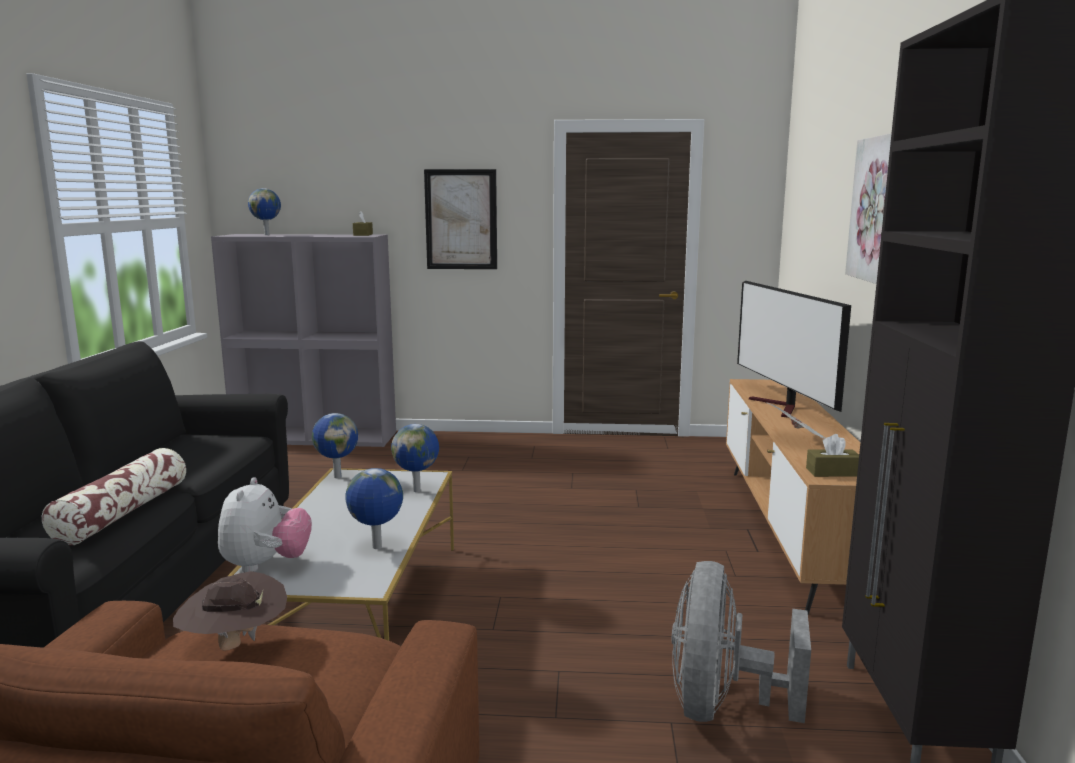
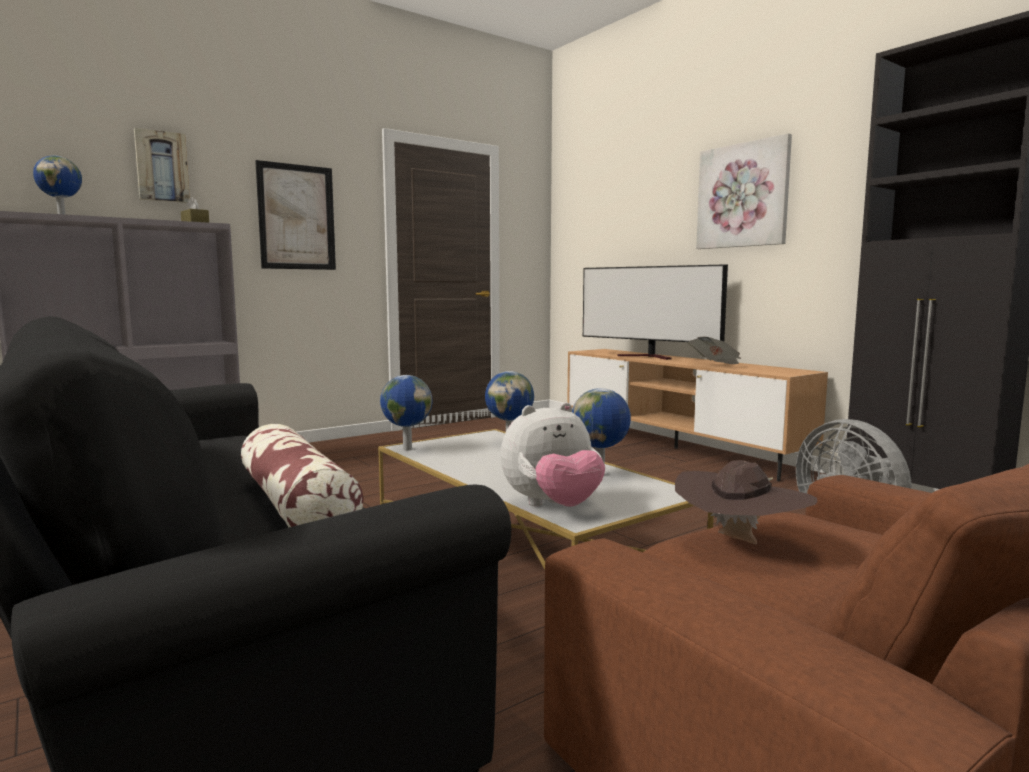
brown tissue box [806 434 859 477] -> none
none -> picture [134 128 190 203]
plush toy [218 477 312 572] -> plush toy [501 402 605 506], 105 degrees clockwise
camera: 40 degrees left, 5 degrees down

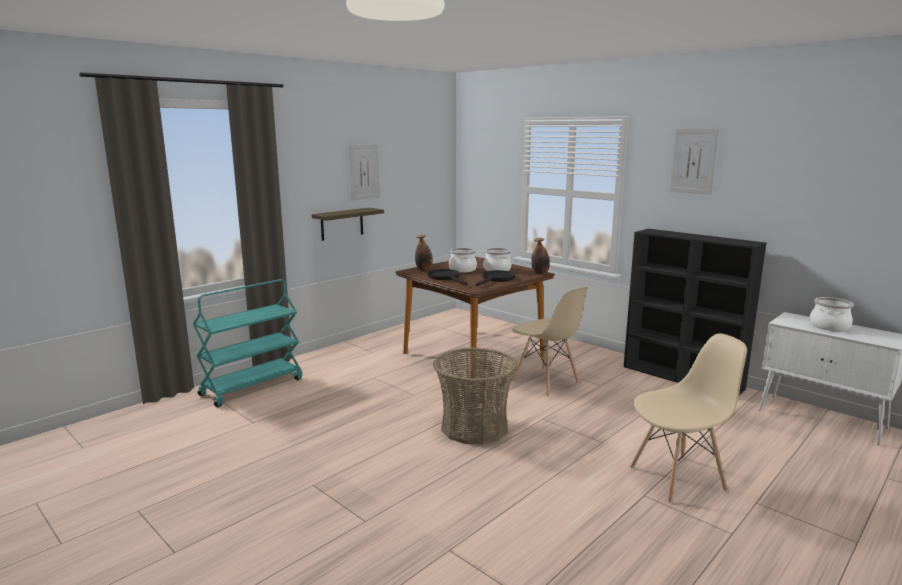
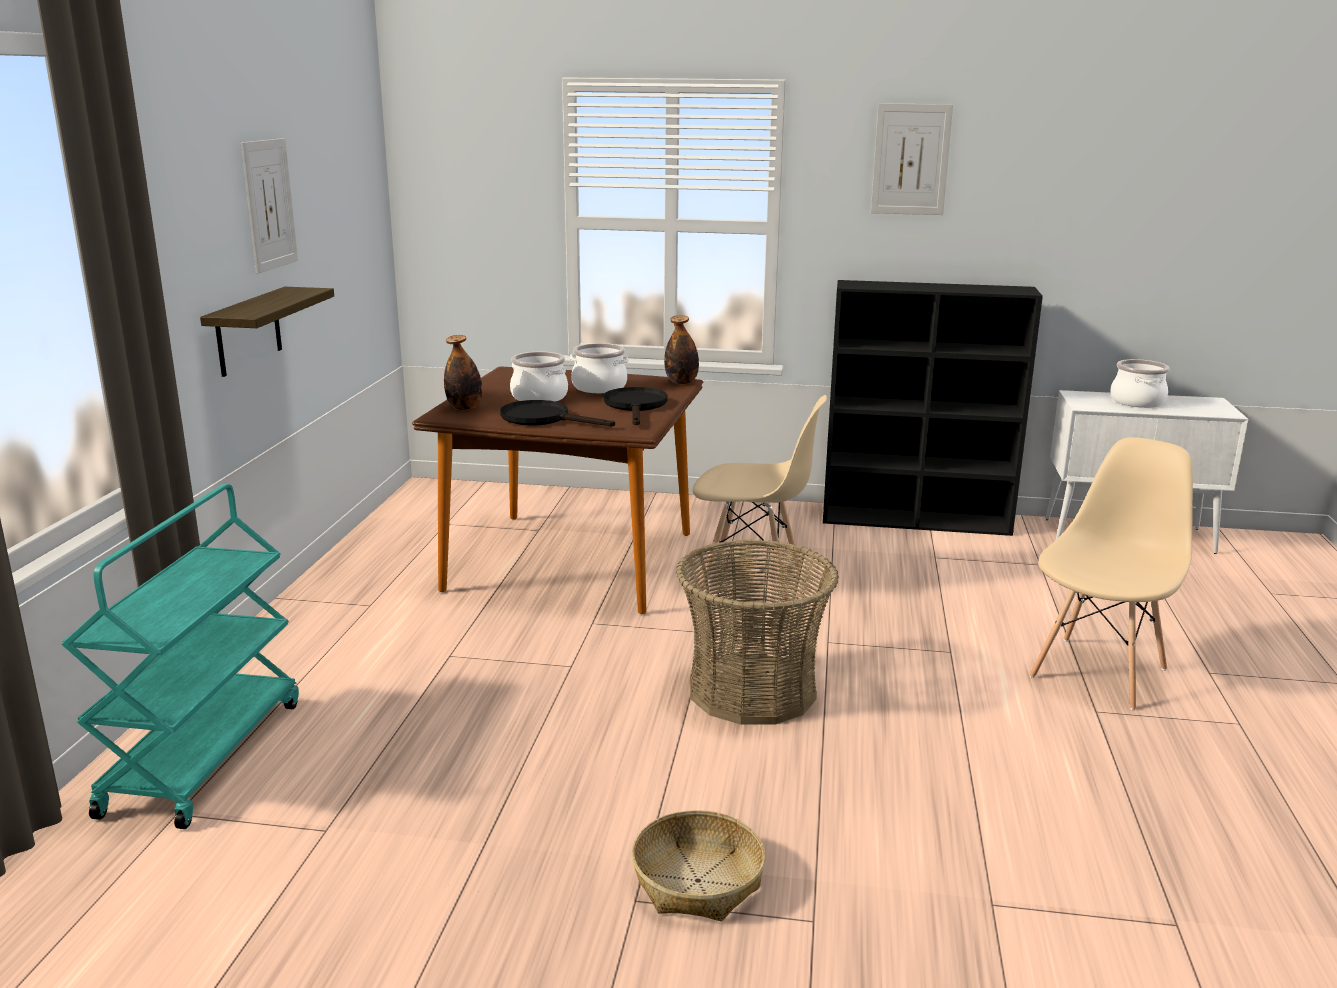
none -> basket [632 810 766 921]
camera: 35 degrees left, 5 degrees up

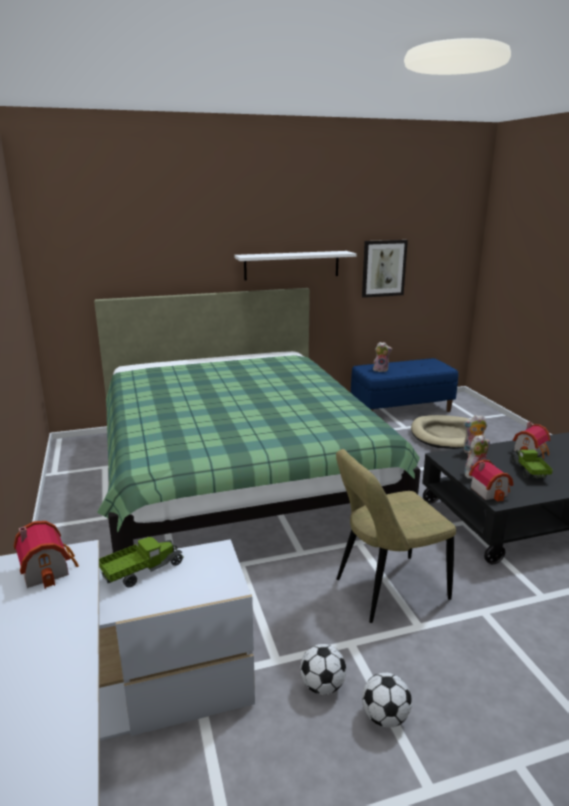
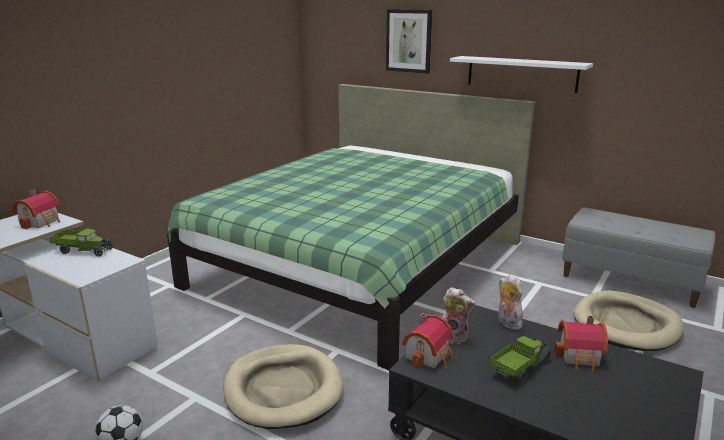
football [300 644 346 695] -> none
plush toy [373 342 392 372] -> none
picture [362 240 408 298] -> picture [386 9 432 74], shifted
beige chair [336 449 456 623] -> beige dog bed [223 344 343 429]
blue bench [351 358 458 412] -> grey bench [562 207 715 308]
camera: 50 degrees right, 0 degrees up

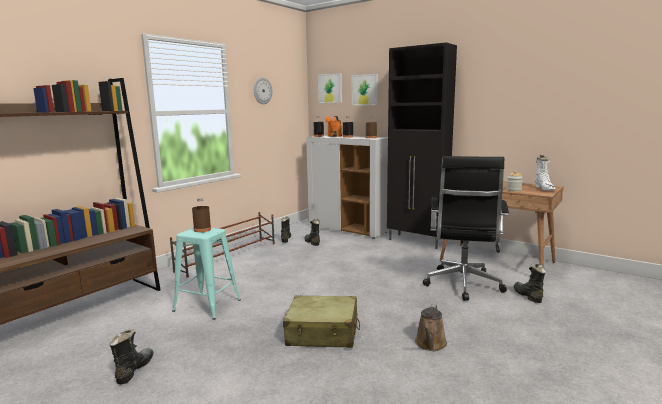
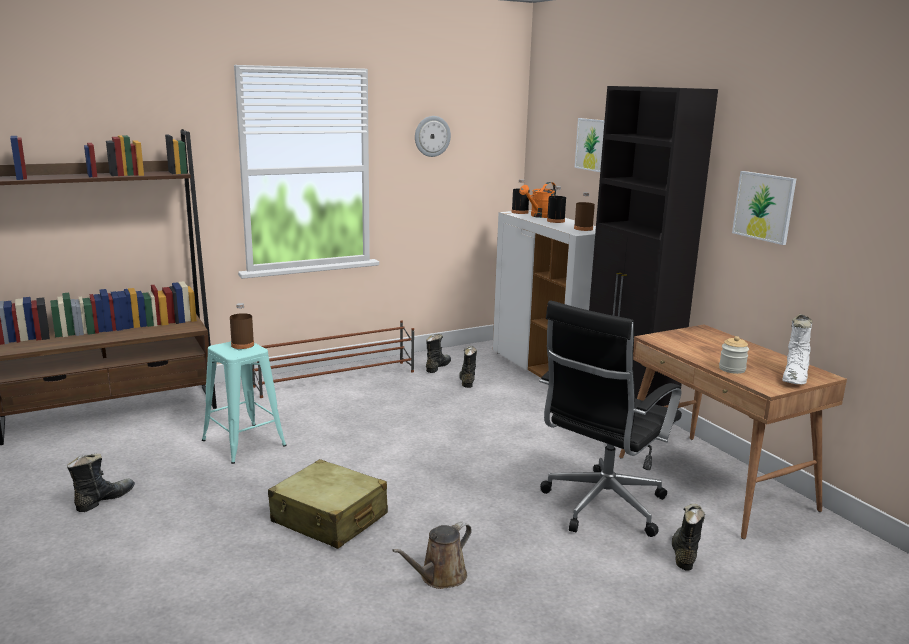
picture [318 73 342 103] -> picture [732 171 796 245], shifted
camera: 25 degrees right, 5 degrees up

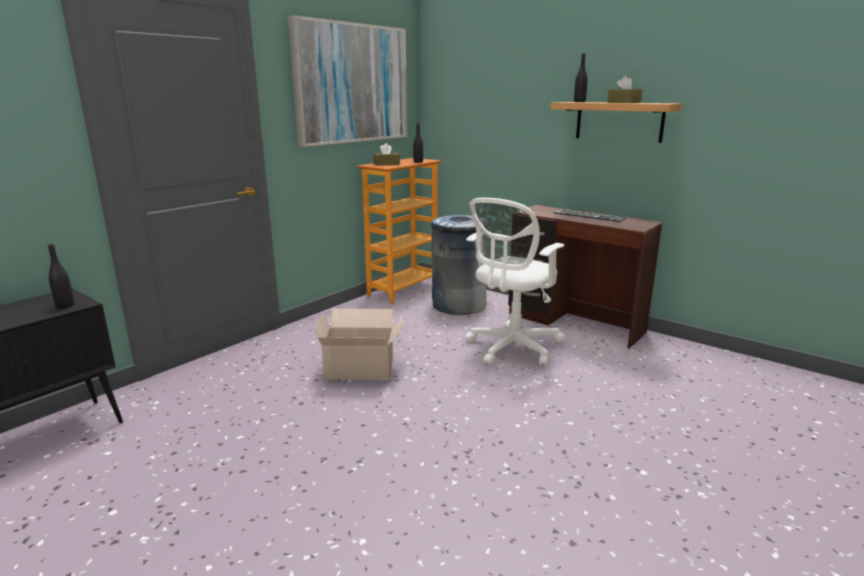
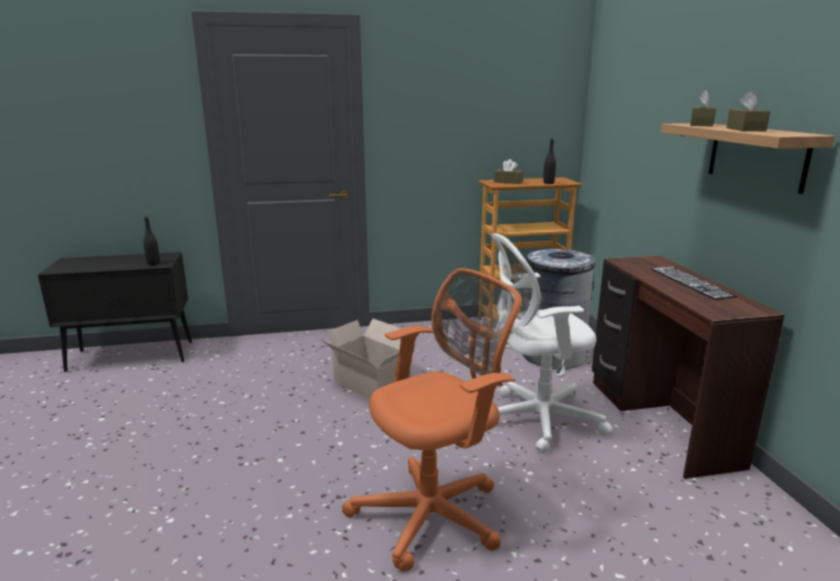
picture [288 15 407 147] -> none
none -> orange office chair [342 268 522 572]
black bottle [574 53 588 102] -> brown tissue box [690 90 716 127]
camera: 40 degrees right, 0 degrees up

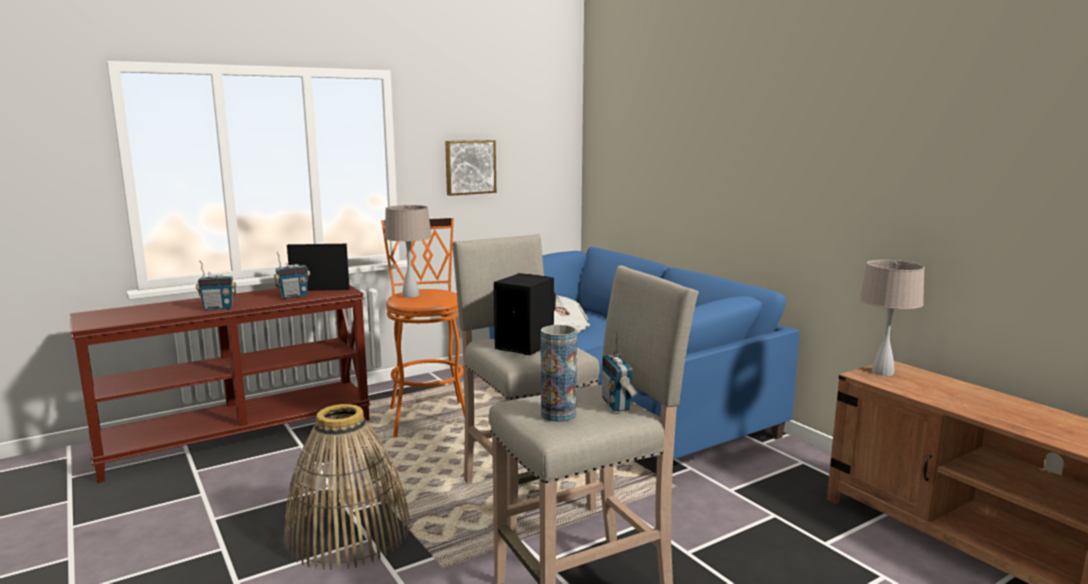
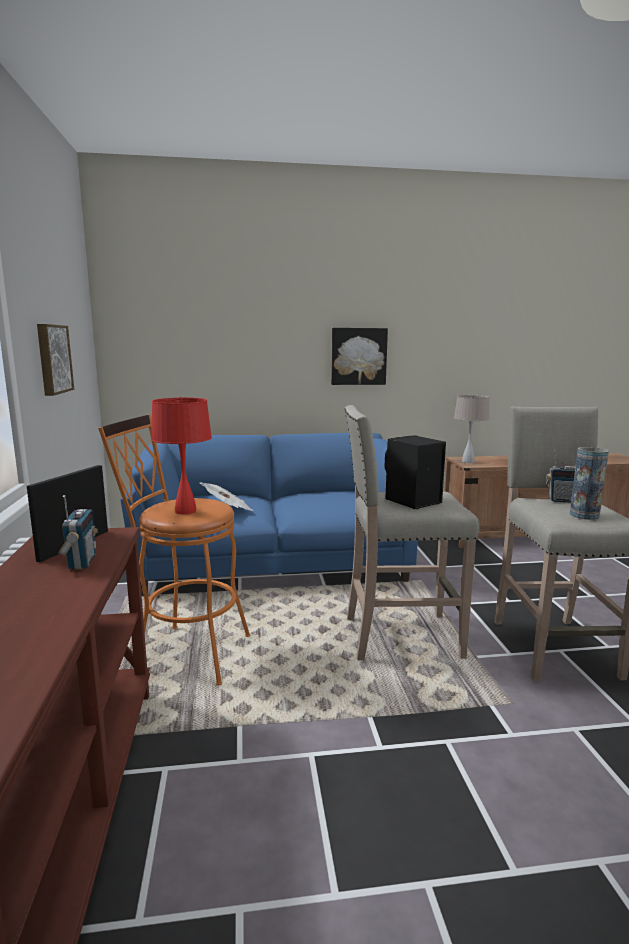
radio [196 260 236 310] -> none
basket [284 404 410 570] -> none
none -> picture [331 328 388 385]
beige table lamp [385 205 432 298] -> red table lamp [151 397 212 515]
camera: 65 degrees left, 0 degrees up

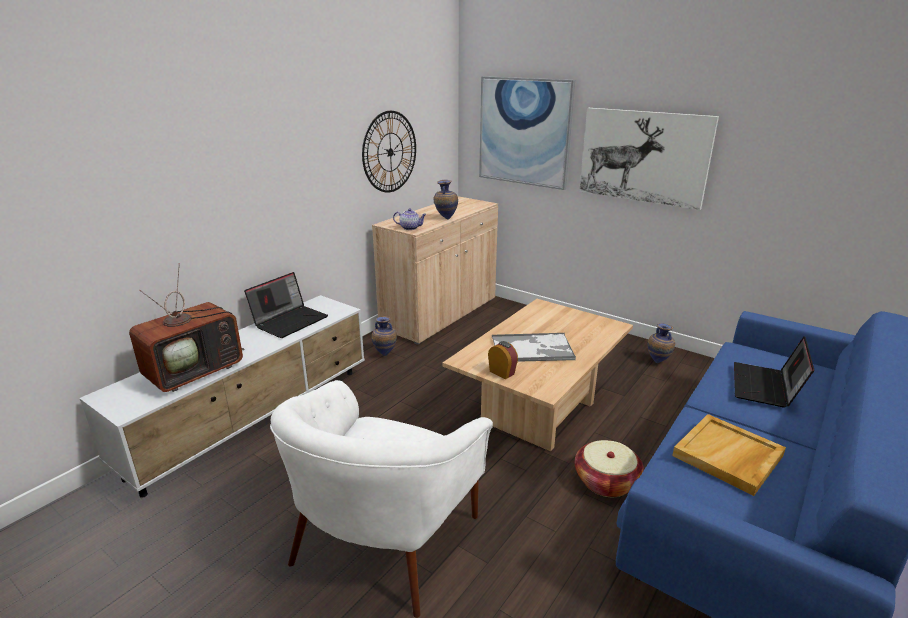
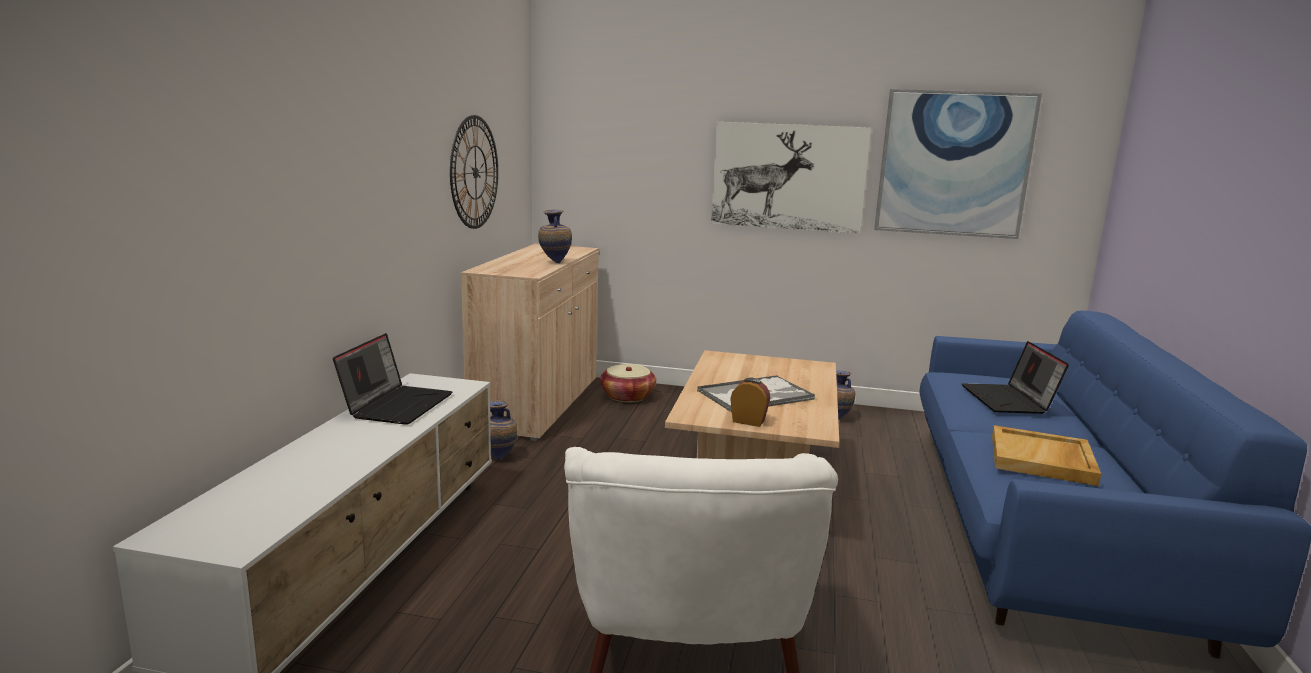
television [129 263 244 392] -> none
teapot [393 208 427 230] -> none
picture [479 76 575 190] -> picture [874 89 1042 239], shifted
basket [575 440 644 497] -> basket [600 364 656 402], shifted
camera: 25 degrees left, 10 degrees down

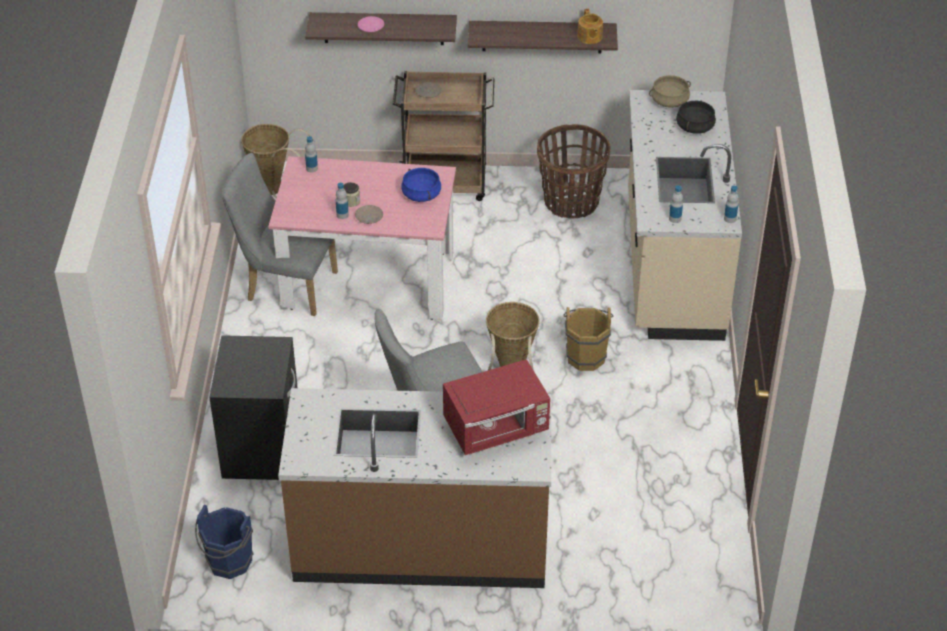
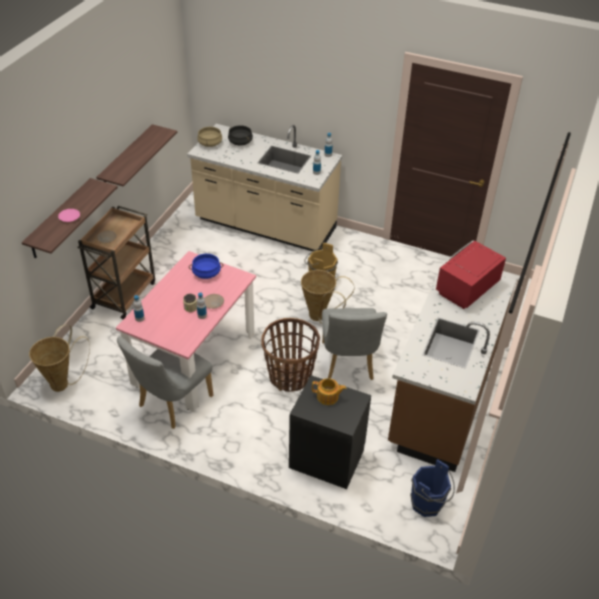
basket [537 124 611 219] -> basket [261 318 320 392], shifted
teapot [578 9 603 44] -> teapot [312 378 346 405], shifted
red microwave [443 359 550 455] -> red microwave [436 240 506 309], 135 degrees counterclockwise
camera: 70 degrees left, 0 degrees up

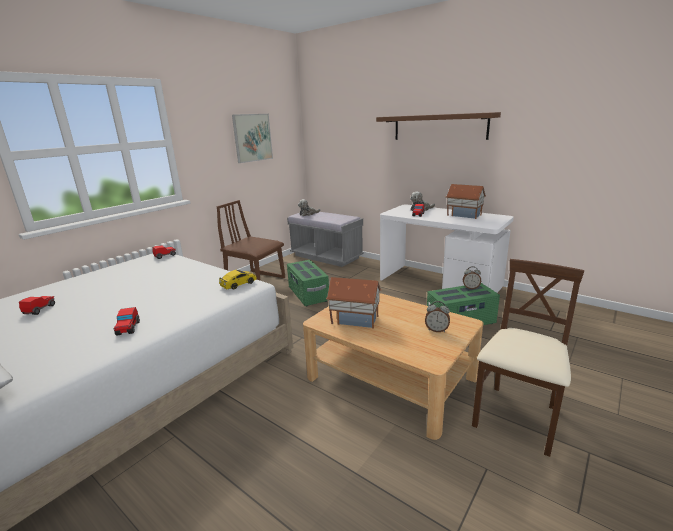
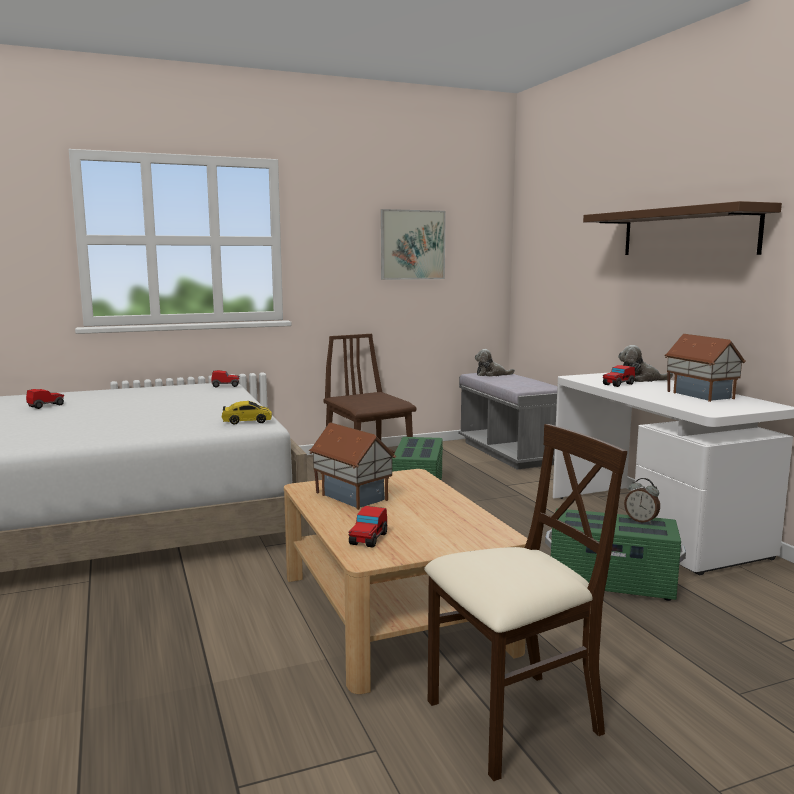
alarm clock [425 301 450 332] -> none
toy car [114 307 140 336] -> toy car [349 506 388 547], shifted
camera: 30 degrees right, 10 degrees down

